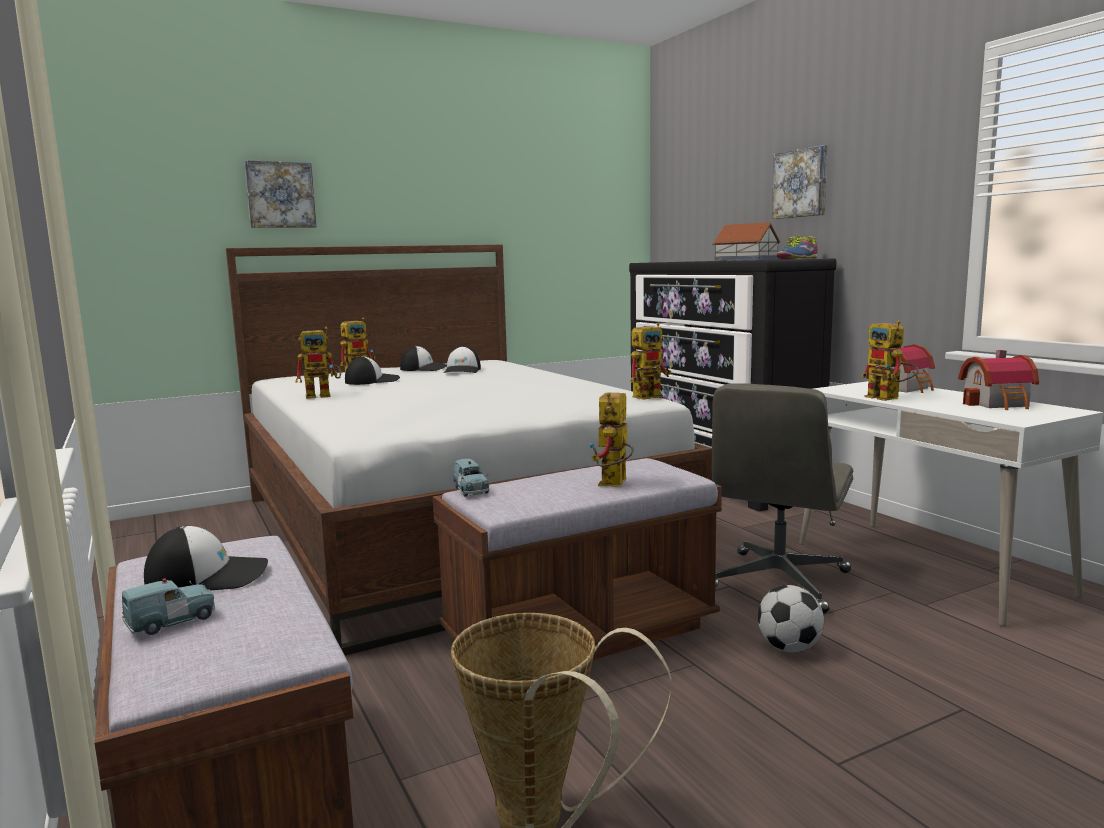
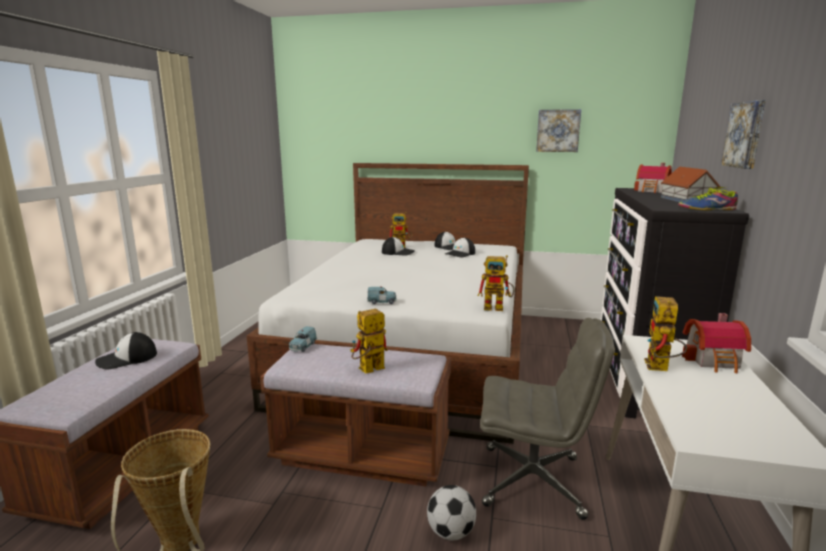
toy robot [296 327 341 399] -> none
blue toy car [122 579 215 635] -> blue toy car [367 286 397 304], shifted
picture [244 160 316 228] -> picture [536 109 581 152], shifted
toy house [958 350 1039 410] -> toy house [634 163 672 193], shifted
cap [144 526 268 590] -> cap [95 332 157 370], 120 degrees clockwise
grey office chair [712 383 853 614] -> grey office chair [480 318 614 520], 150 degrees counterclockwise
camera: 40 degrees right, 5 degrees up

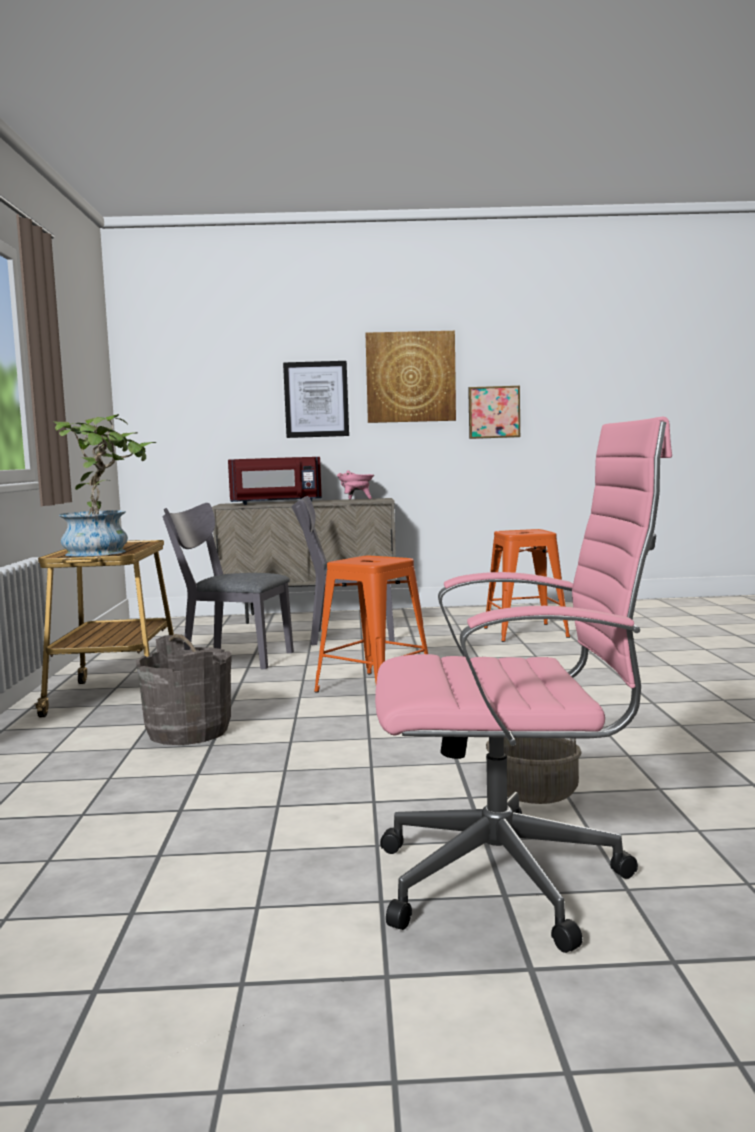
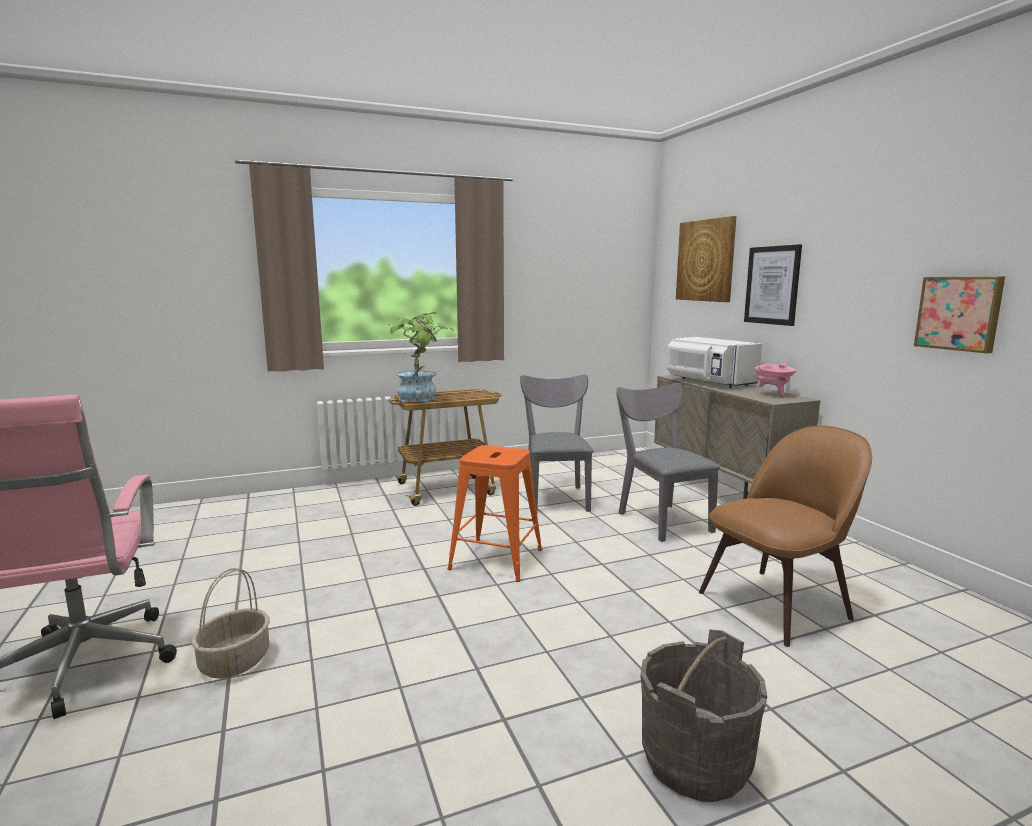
grey bucket [136 634 232 745] -> grey bucket [641 629 767 802], shifted
picture [365 331 456 423] -> picture [676 216 736 302], shifted
orange stool [484 529 570 642] -> brown chair [699 425 872 647]
red microwave [228 457 322 505] -> white microwave [666 337 762 388]
camera: 70 degrees right, 5 degrees up

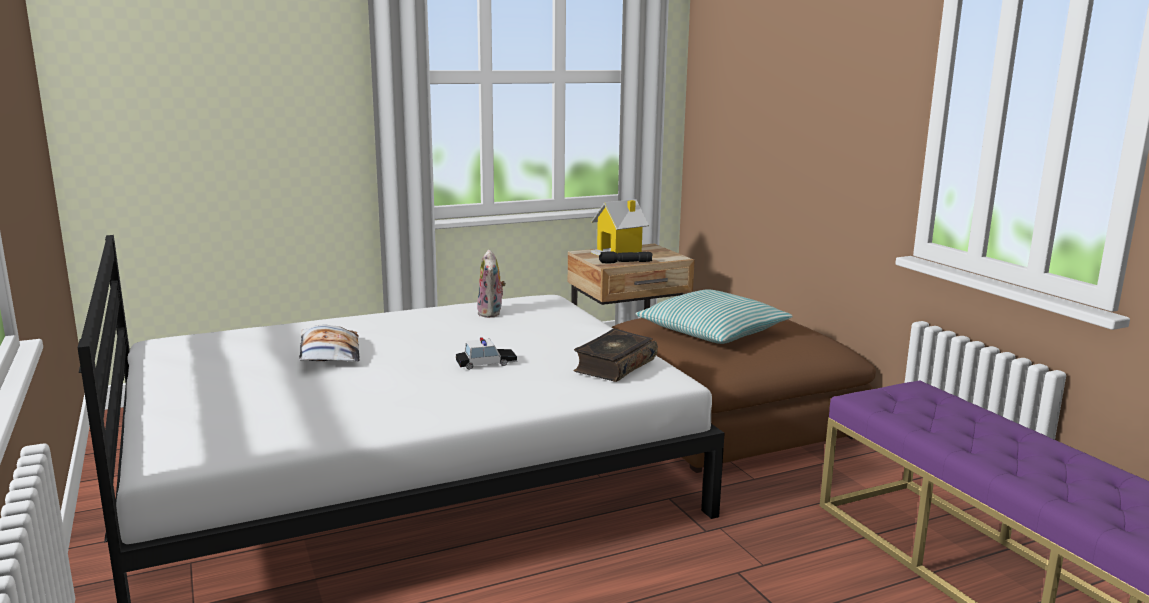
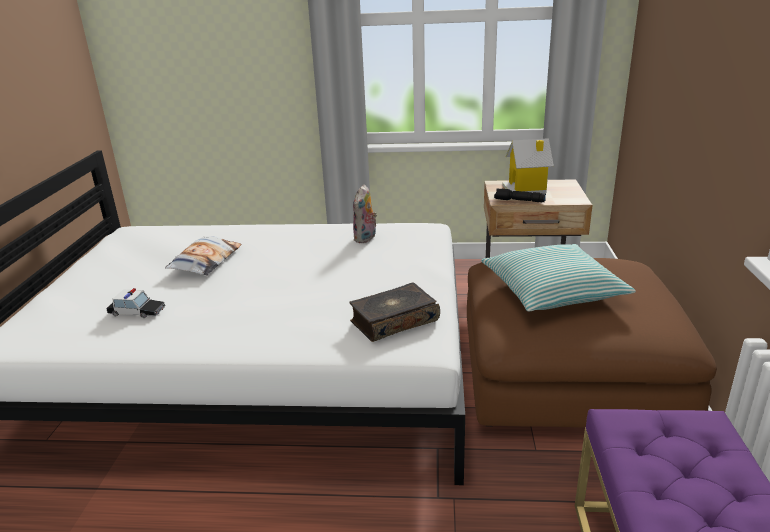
toy car [456 337 518 370] -> toy car [106 288 166 318], shifted
camera: 30 degrees right, 10 degrees up

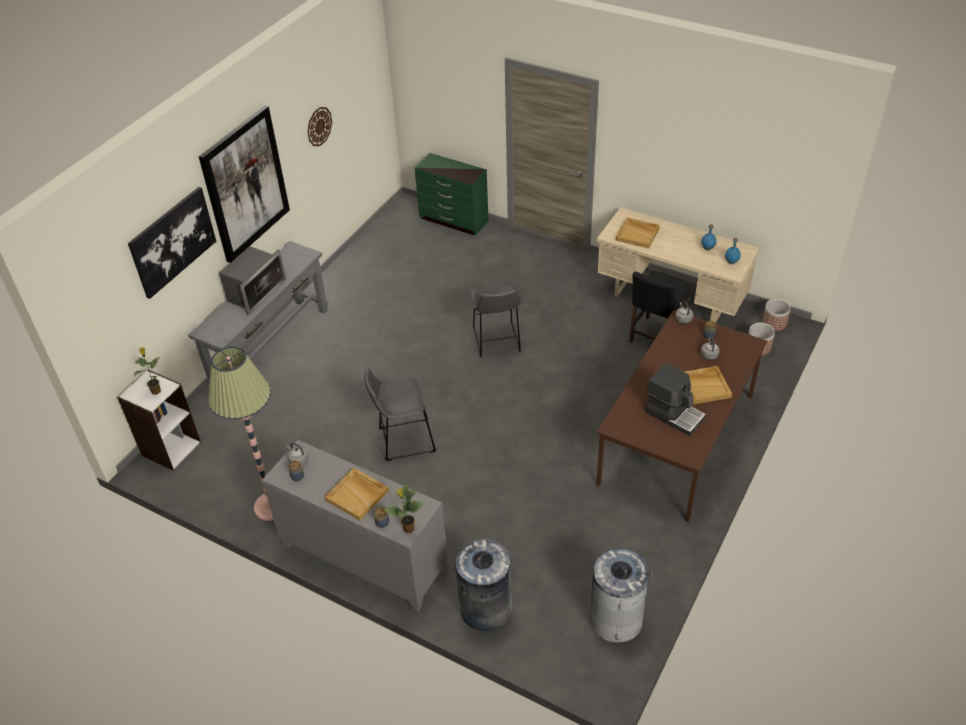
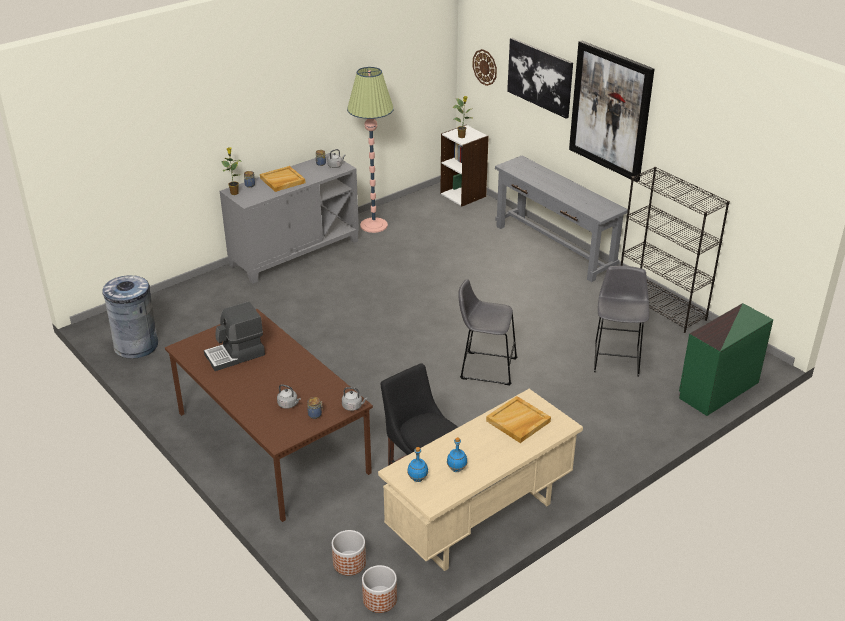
microwave [219 246 286 316] -> none
grey trash can [455 539 512 631] -> none
beige tray [685 366 732 405] -> none
none -> black bookcase [621 167 730 333]
wall clock [307 107 332 146] -> wall clock [472 49 497 86], shifted
grey stool [365 368 436 461] -> grey stool [594 266 649 377], shifted
camera: 110 degrees right, 10 degrees down

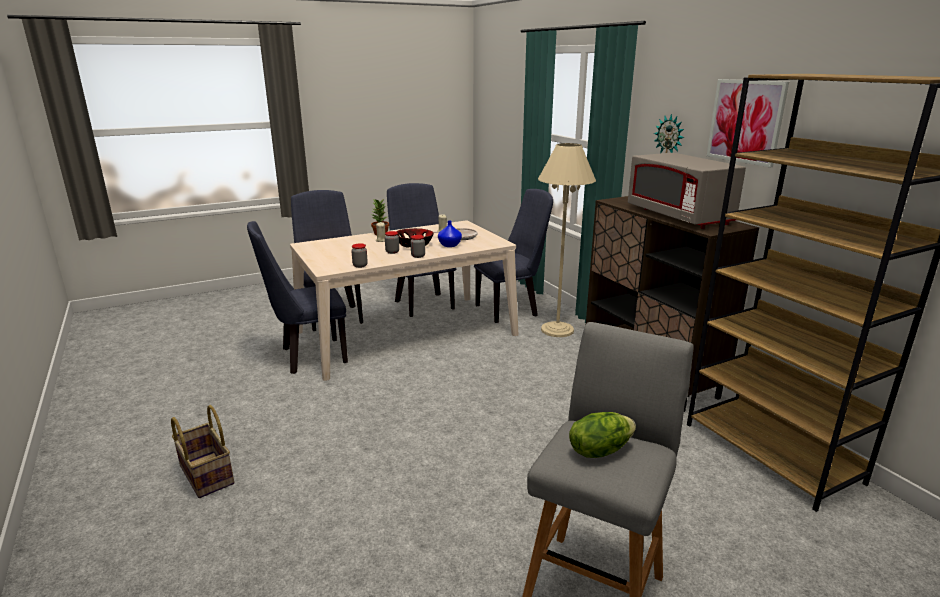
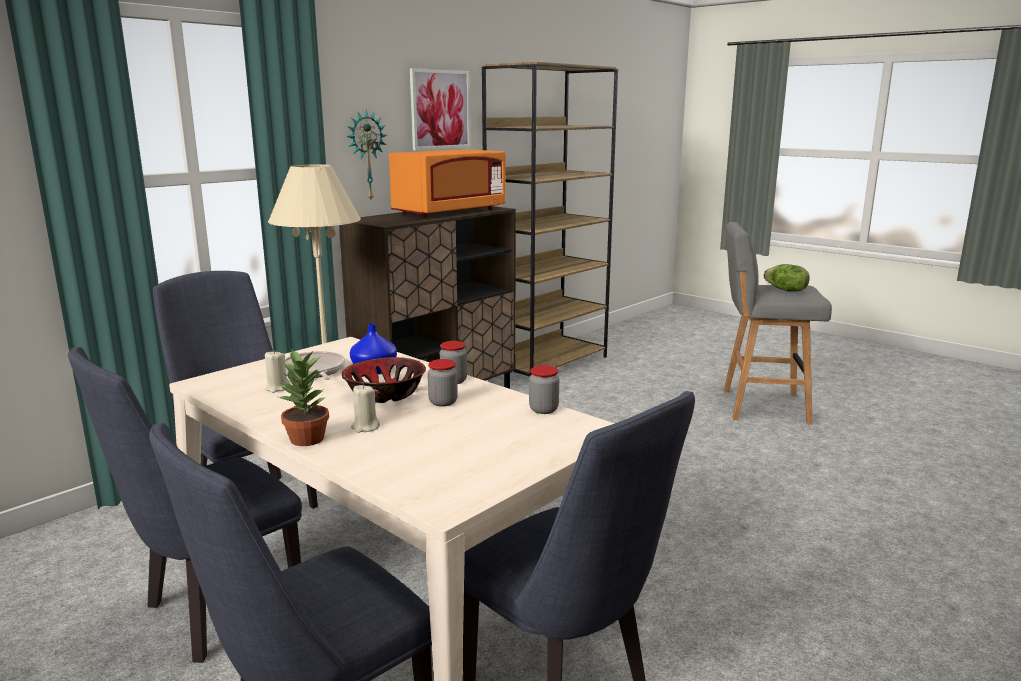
basket [171 405 234 498] -> none
grey microwave [628 153 746 229] -> orange microwave [389 149 506 218]
camera: 110 degrees left, 5 degrees down

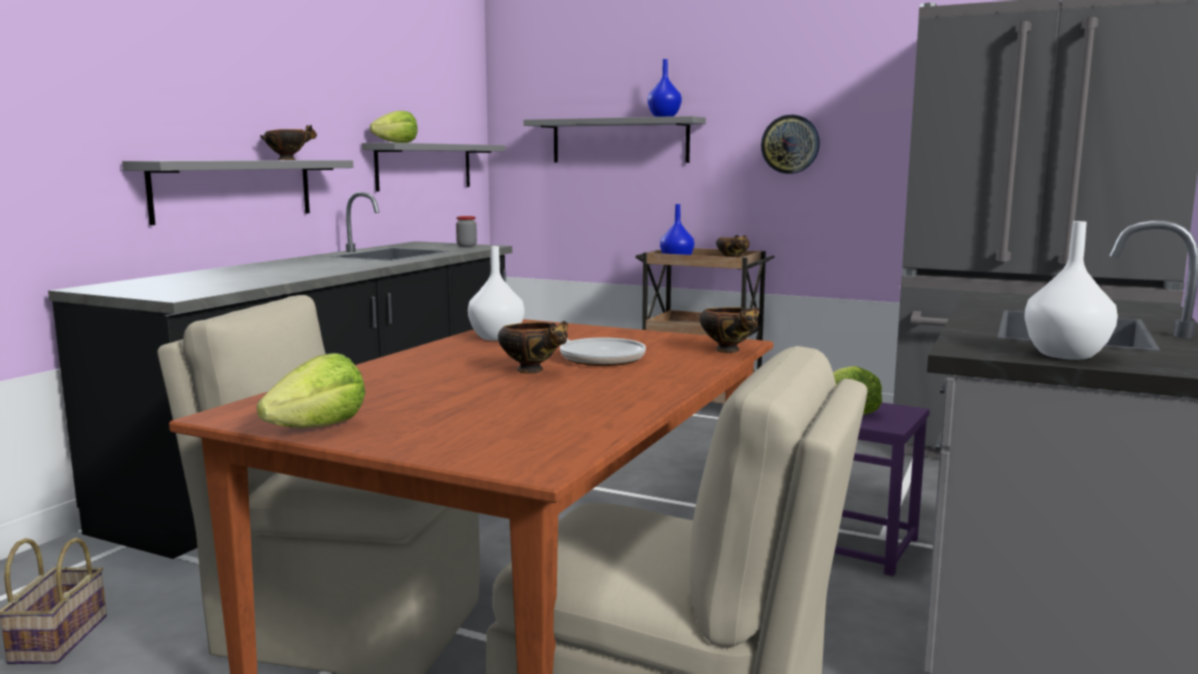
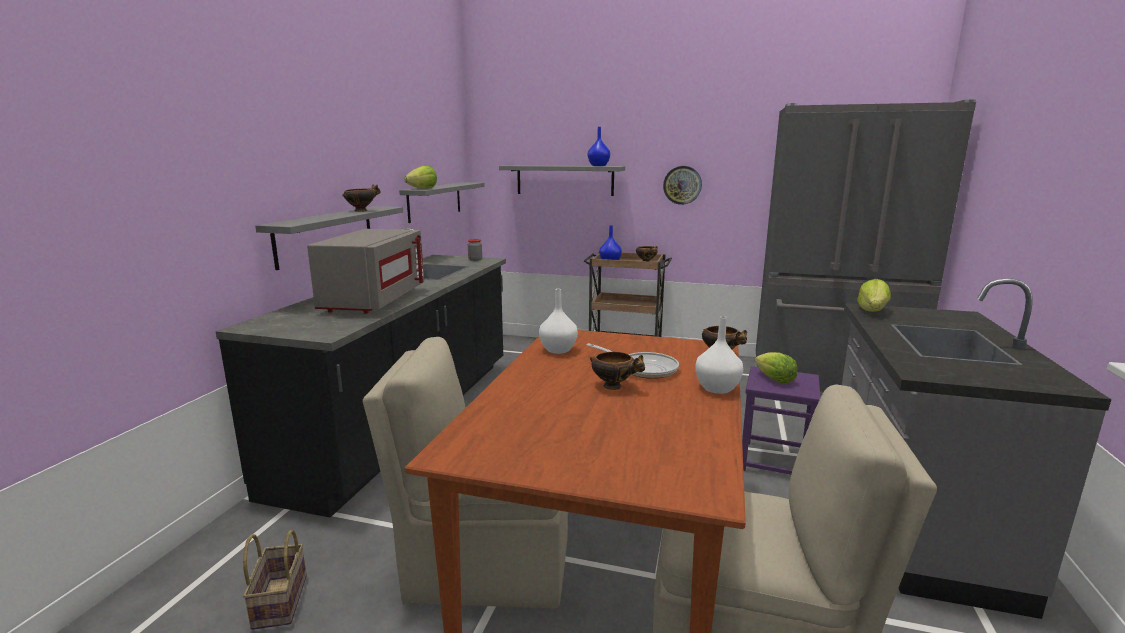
none -> grey microwave [307 229 424 314]
lettuce [257 353 365 428] -> lettuce [857 279 891 312], shifted
white vase [1025 221 1118 360] -> white vase [695 316 743 394], shifted
camera: 10 degrees left, 5 degrees up

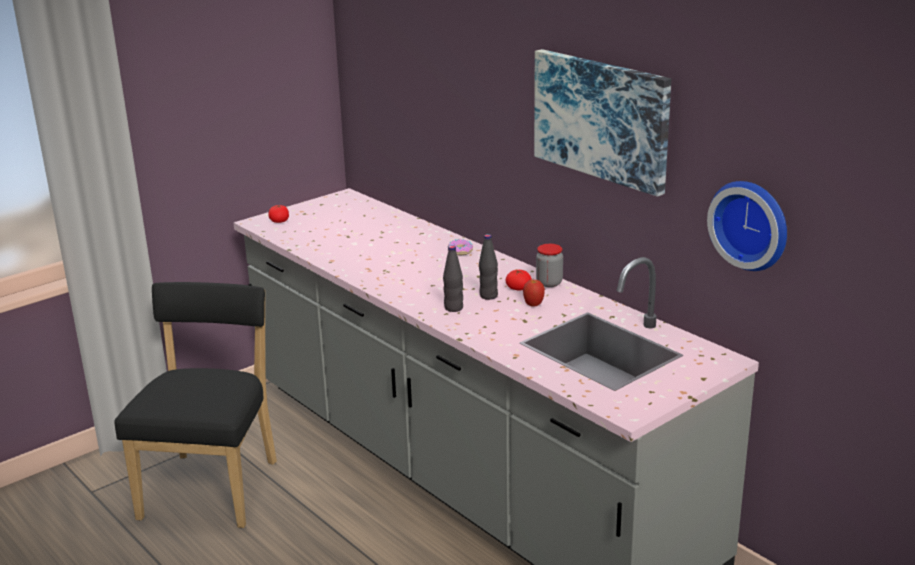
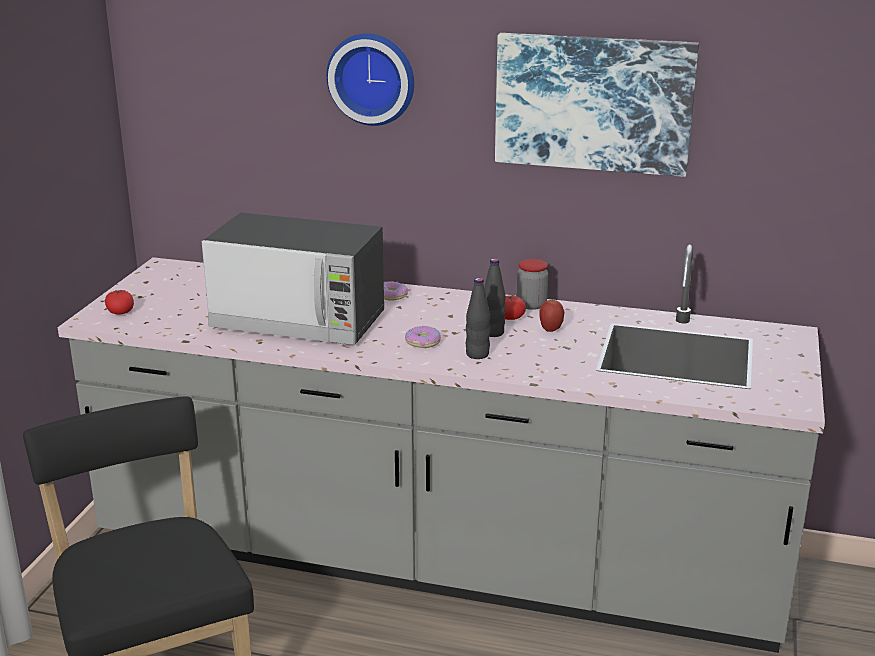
none -> microwave [202 212 384 345]
none -> donut [405 326 441 348]
wall clock [707 181 787 271] -> wall clock [327 33 414 126], shifted
camera: 35 degrees left, 0 degrees up

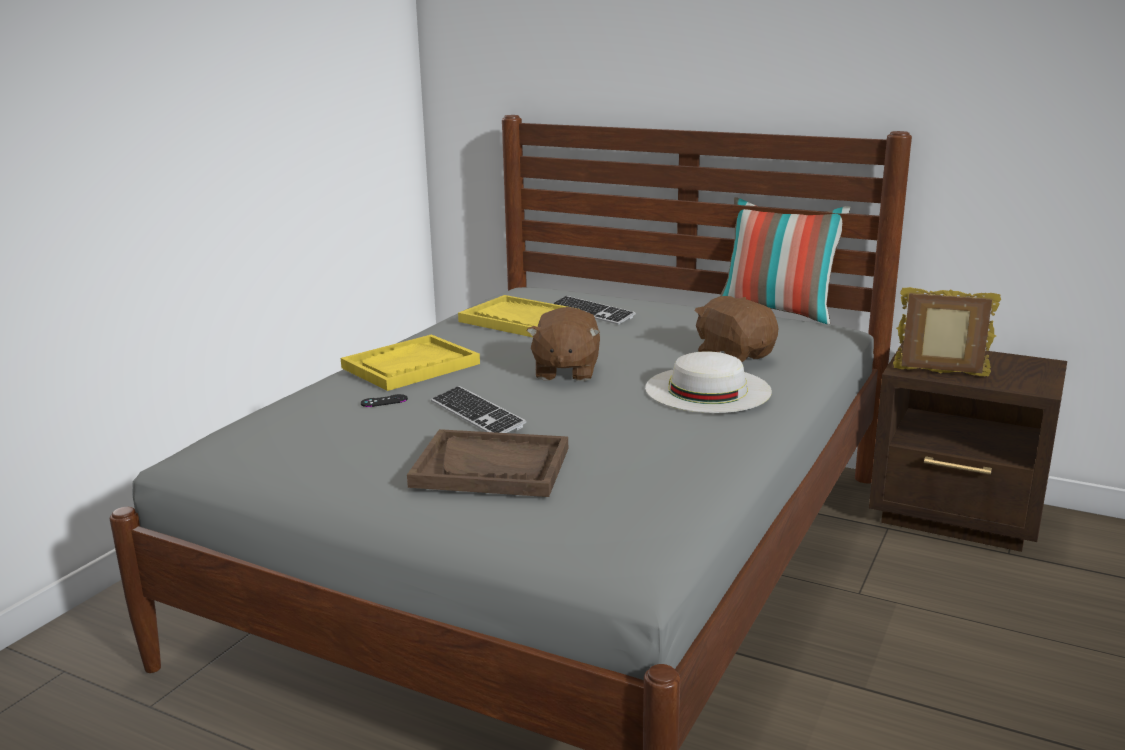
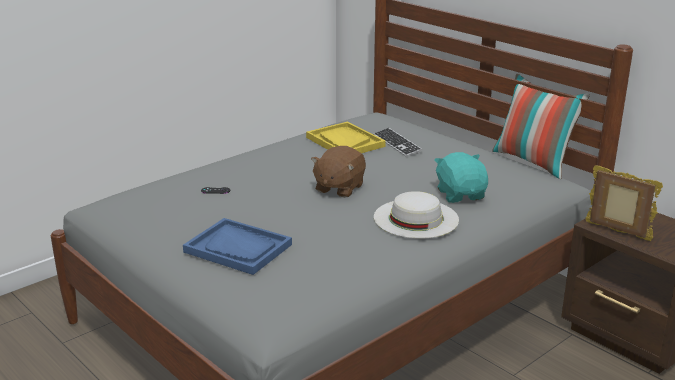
yellow tray [341 335 480 391] -> none
keyboard [431 386 526 433] -> none
brown tray [407 429 568 497] -> blue tray [183 218 292 275]
brown plush toy [695 296 779 362] -> turquoise plush toy [434 152 488 203]
camera: 20 degrees right, 5 degrees up

